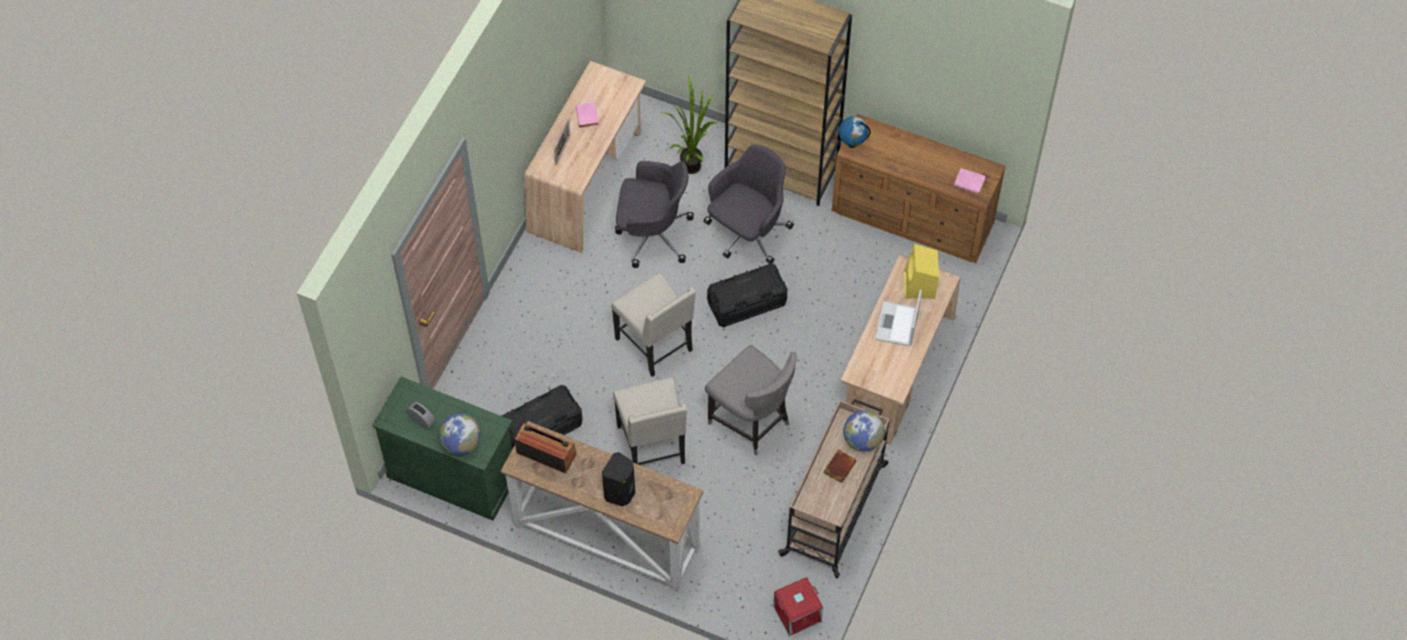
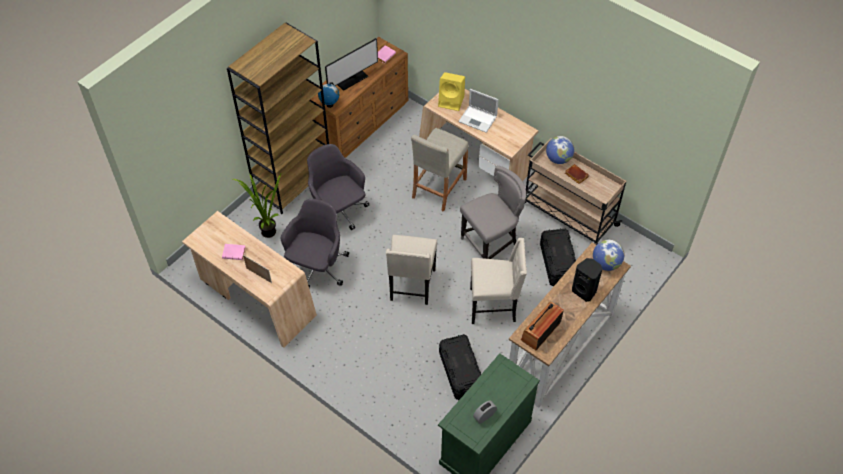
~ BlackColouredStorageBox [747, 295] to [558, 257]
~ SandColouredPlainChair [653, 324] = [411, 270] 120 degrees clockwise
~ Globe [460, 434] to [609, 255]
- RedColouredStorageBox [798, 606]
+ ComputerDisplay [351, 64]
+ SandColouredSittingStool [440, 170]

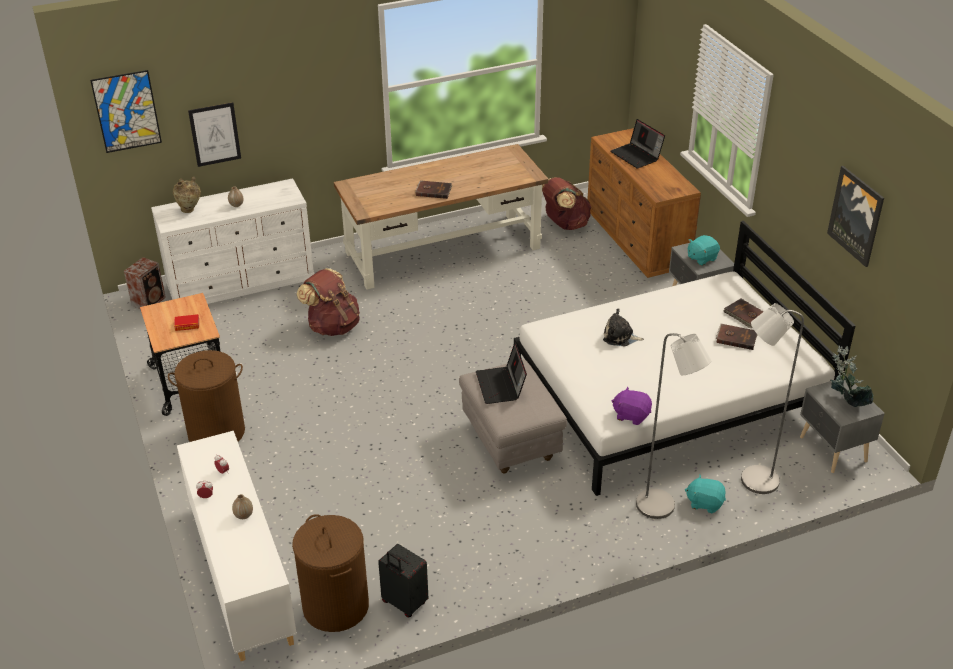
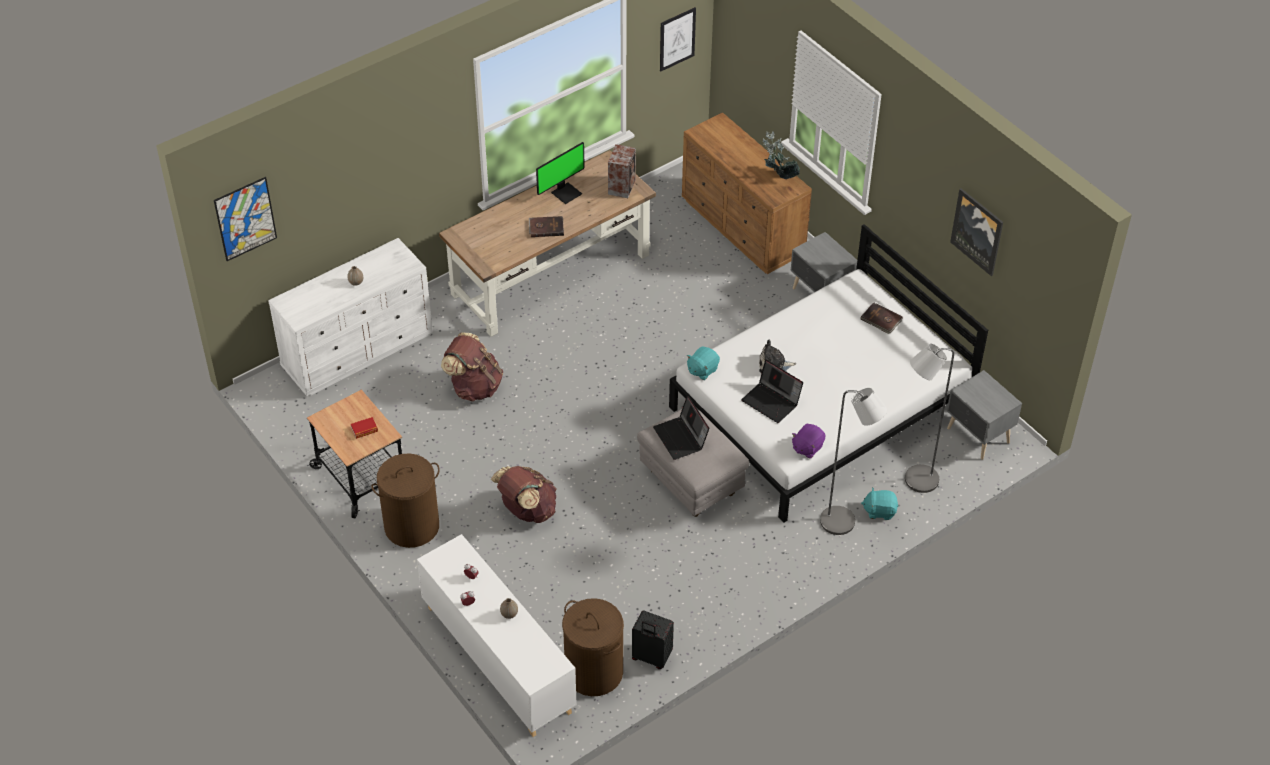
~ WallPicture [214, 134] to [678, 39]
~ NotebookComputer [638, 143] to [772, 391]
- SandColouredDecorativeVase [187, 195]
~ BrownBackpack [567, 203] to [524, 494]
~ TurquoiseSoftToy [704, 250] to [703, 363]
~ AudioSpeaker [145, 283] to [622, 171]
- BrownVolume [736, 337]
~ PottedPlant [852, 376] to [781, 155]
~ PurplishSoftToy [632, 405] = [809, 441] 60 degrees counterclockwise
+ ComputerDisplay [560, 173]

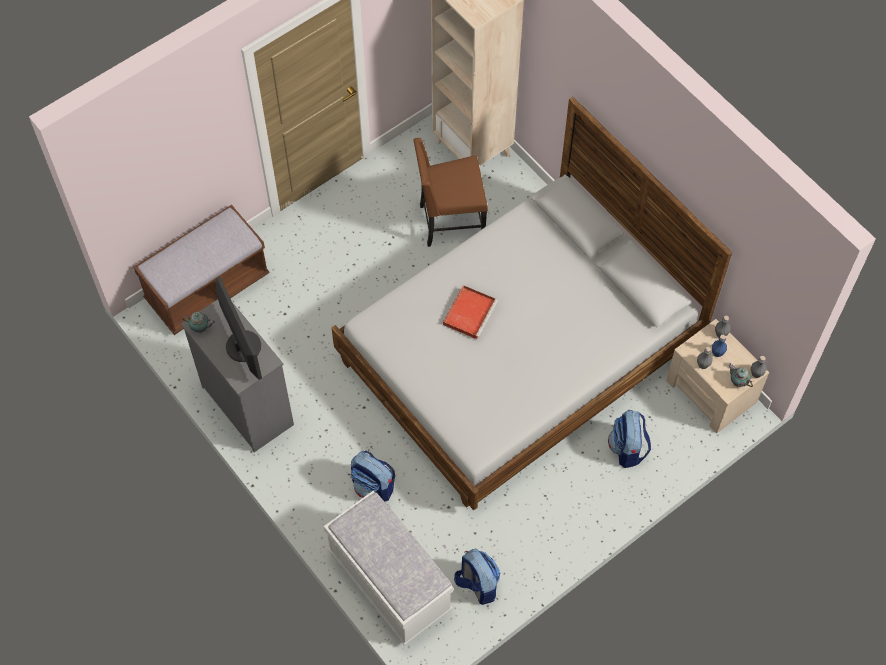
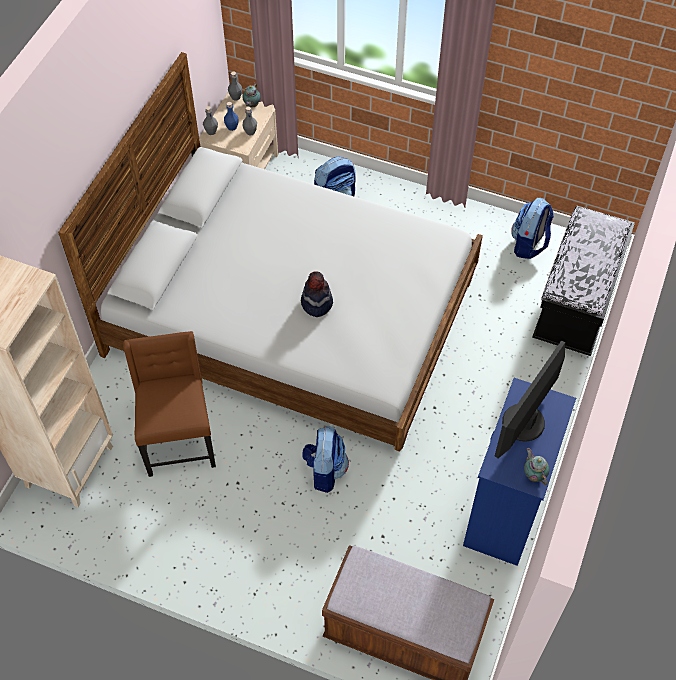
~ BrownPlainChair [450, 192] = [169, 404] 150 degrees counterclockwise
~ RedColouredTray [470, 312] to WearableHat [317, 294]
~ GreyDresser [237, 376] to BlueDresser [519, 472]
~ Backpack [373, 476] to [325, 459]
~ WhitishLongSeat [388, 568] to BlackColouredLongSeat [583, 281]

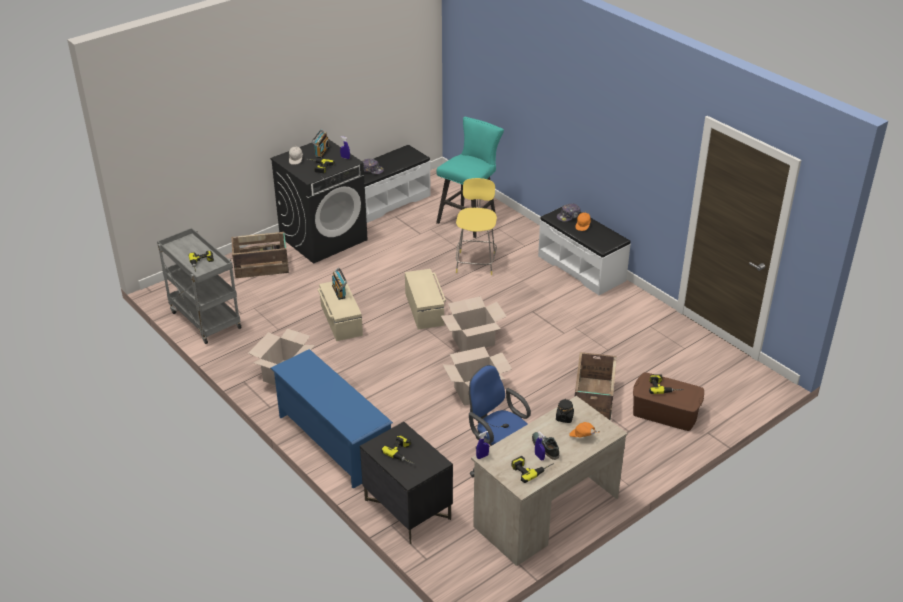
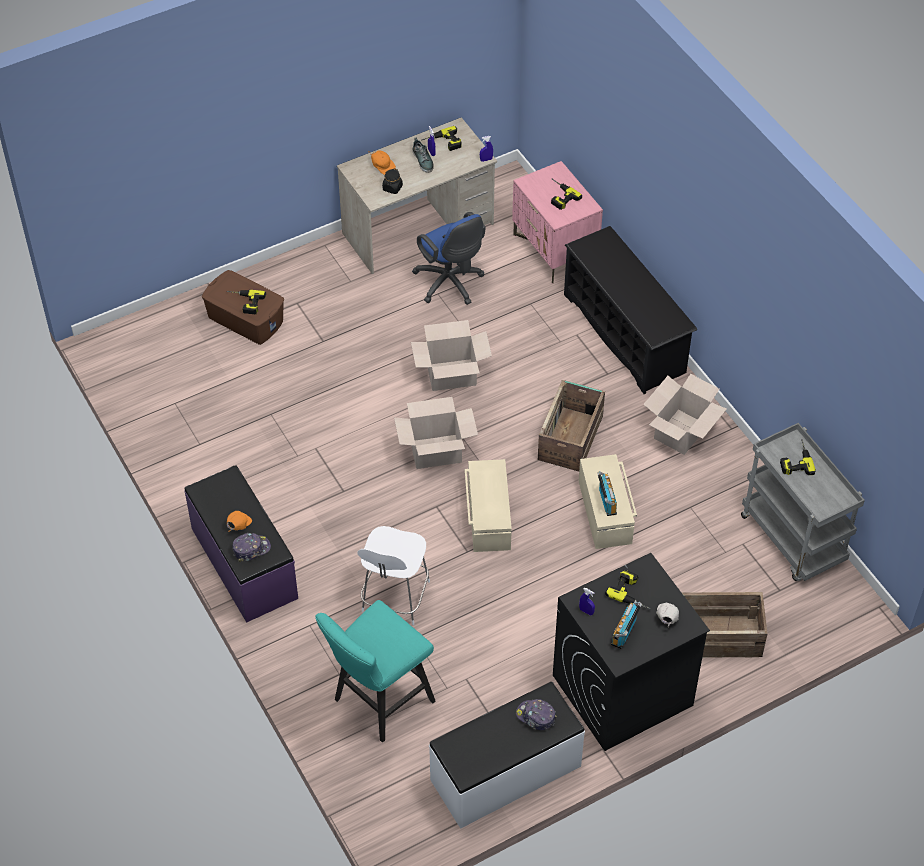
~ YellowColouredSittingStool [476, 226] to WhitishSittingStool [393, 575]
~ WhitishLongSeat [584, 249] to PurplishLongSeat [241, 544]
~ BlueShoeRack [331, 419] to BlackColouredShoeRack [630, 310]
~ ShippingCrate [596, 386] to [571, 425]
~ BlackColouredBedsideTable [406, 483] to PinkishBedsideTable [557, 222]

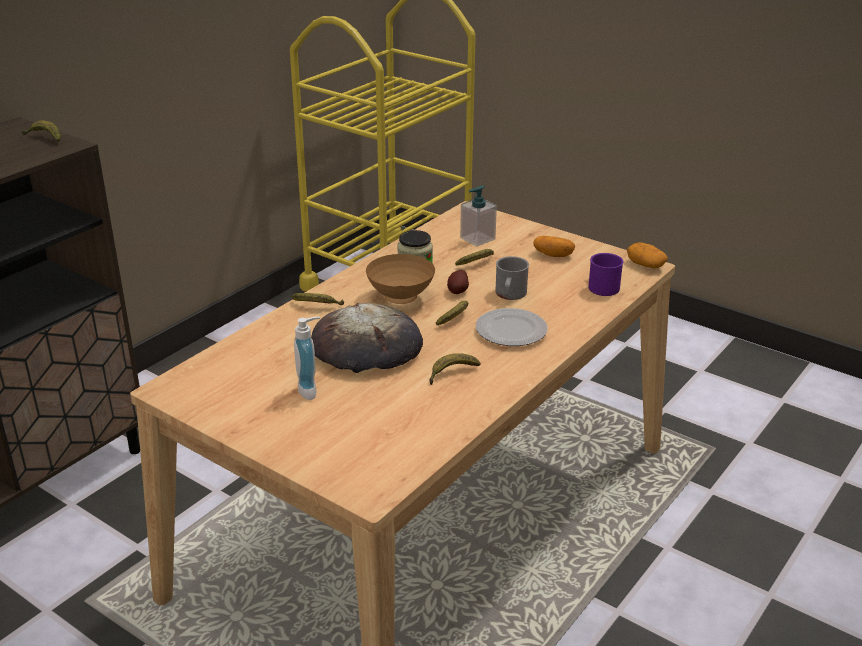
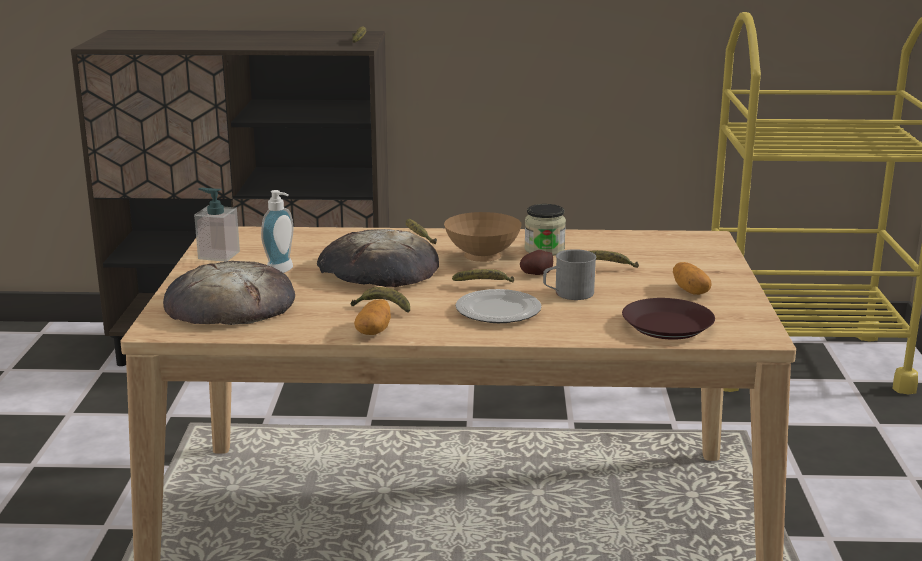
~ SoapBottle [478, 216] to [217, 225]
~ WholePotato [647, 255] to [372, 317]
~ PurplishMug [606, 274] to BrownPlate [668, 319]
+ BakeryBread [229, 293]

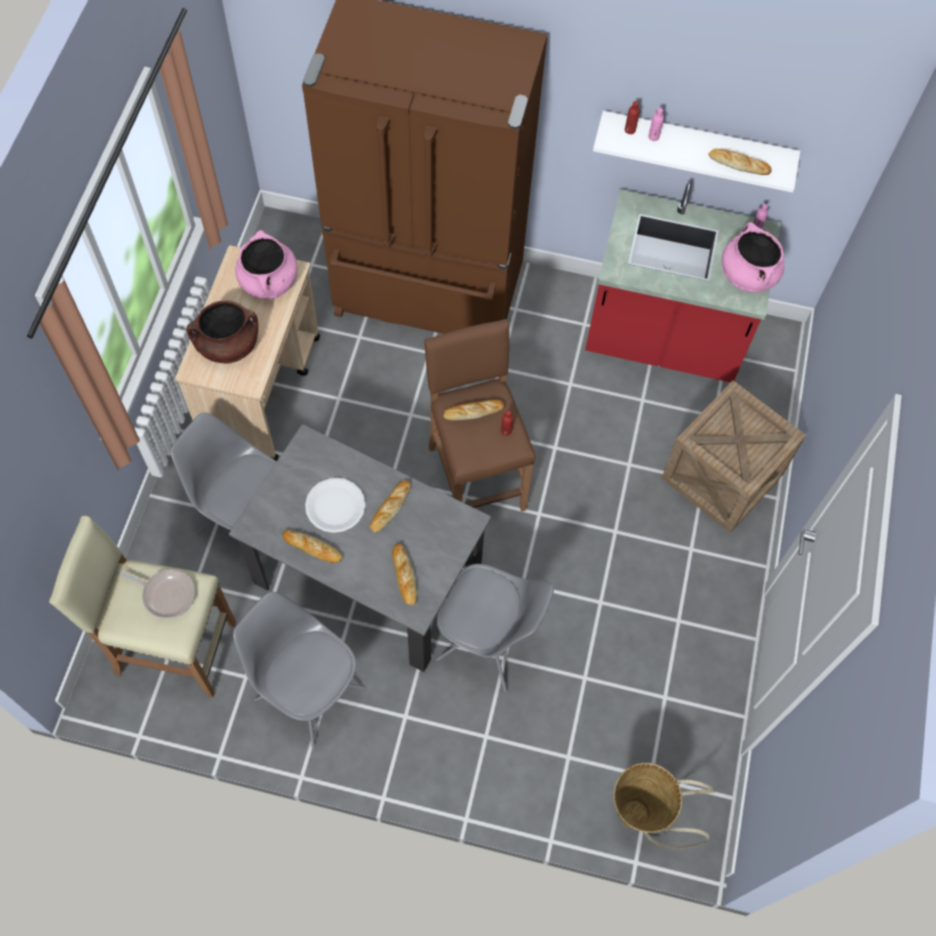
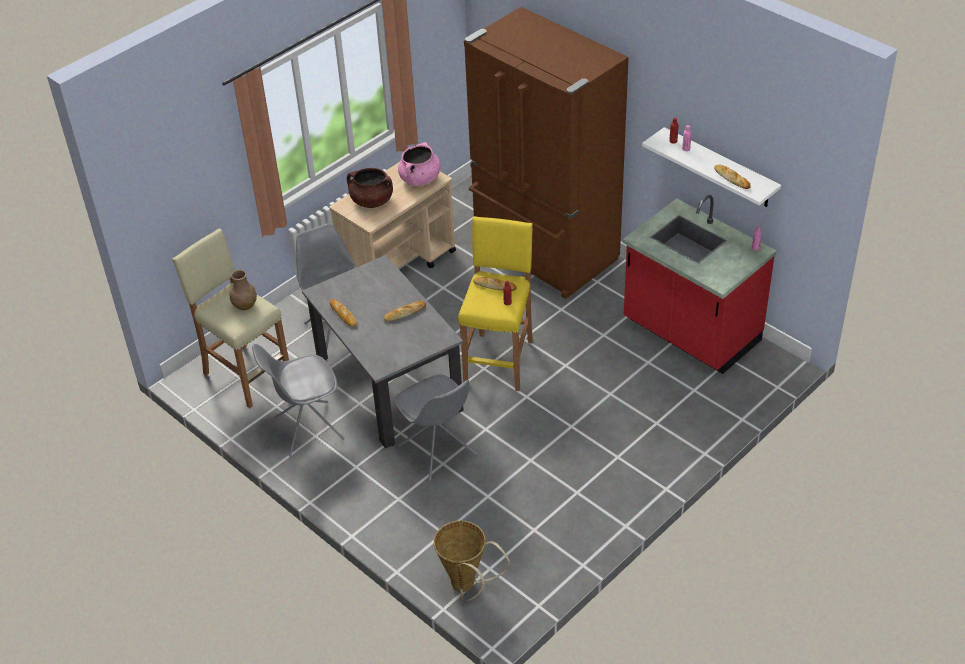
- PinkishSaucepot [753, 257]
~ BrownSittingStool [480, 415] to YellowColouredSittingStool [495, 303]
- ShippingCrate [734, 456]
- WhitishPlate [335, 505]
- BakeryBread [404, 574]
~ Skillet [157, 594] to BrownDecorativeVase [243, 290]
~ GreyPlainChair [299, 670] = [298, 400] 90 degrees counterclockwise

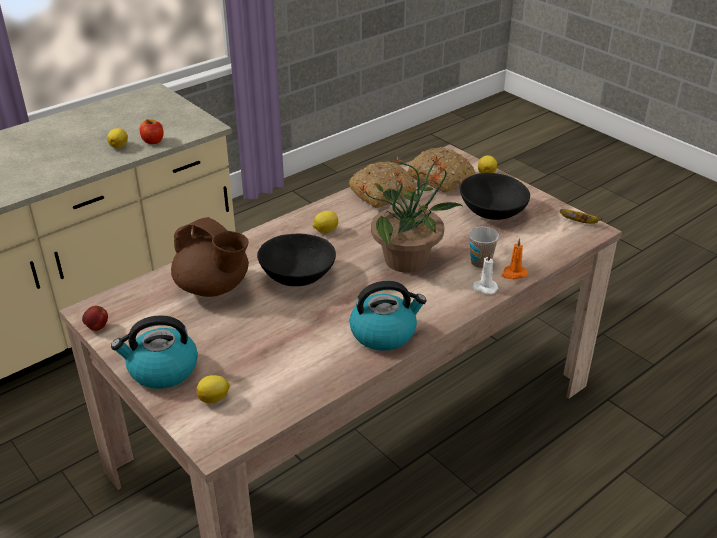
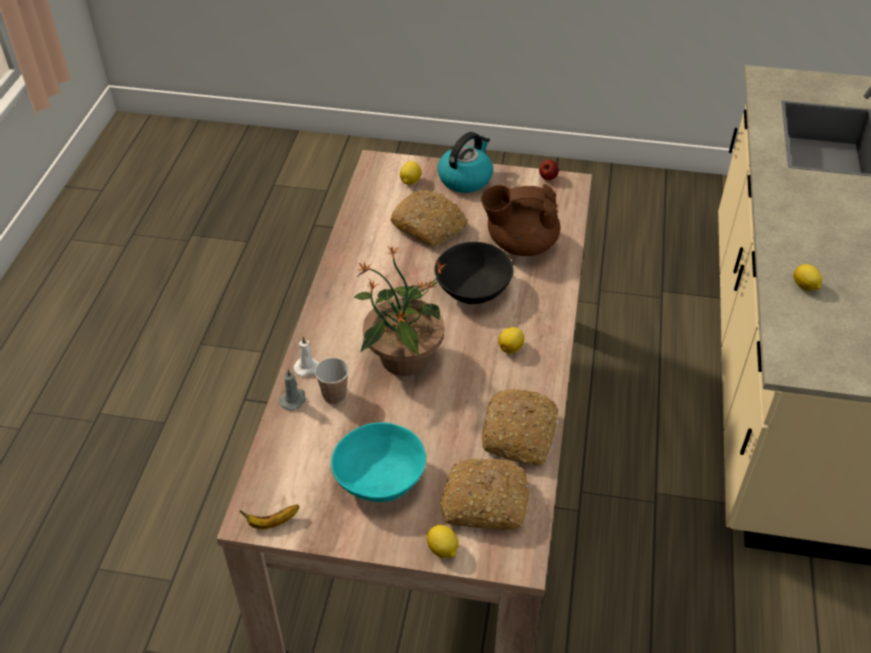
- AppleFruit [151, 131]
~ BlackColouredServingBowl [495, 196] to TurquoiseServingBowl [378, 462]
~ OrangeColouredCandle [514, 258] to GreyCandle [292, 389]
- WaterKettle [388, 316]
+ BakeryBread [428, 218]

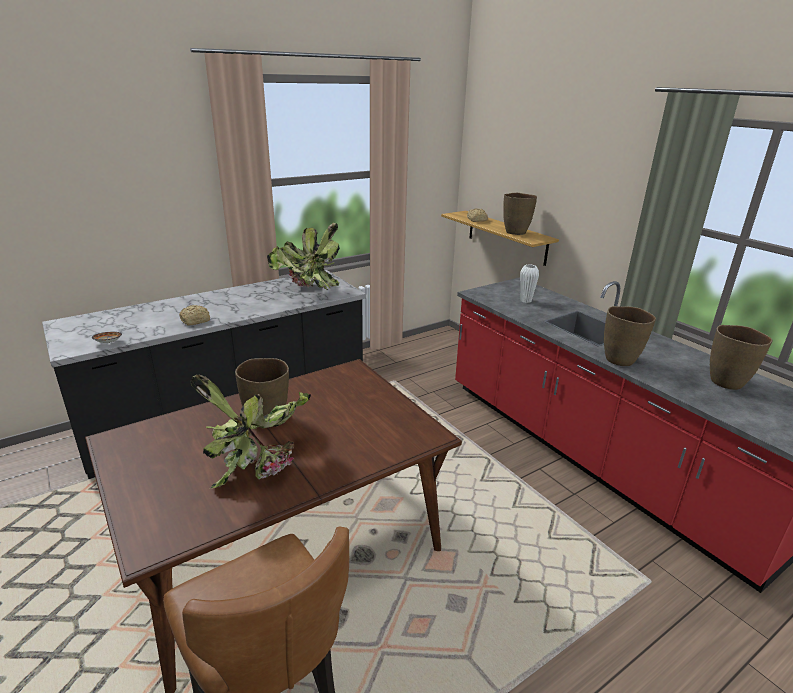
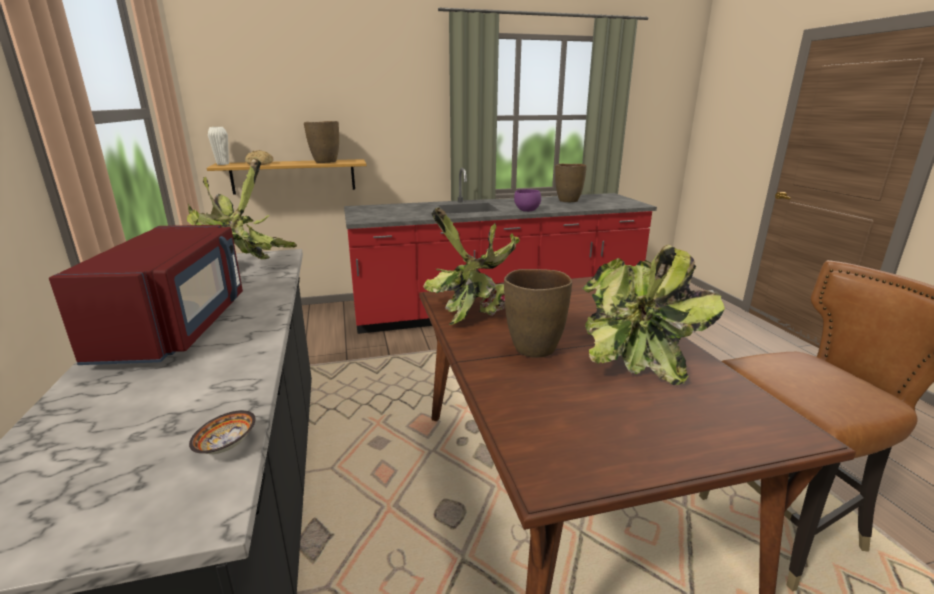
~ WhitishDecorativeVase [529, 283] to [218, 146]
- BakeryBread [194, 315]
~ BrownDecorativeVase [630, 336] to PurplishServingBowl [527, 200]
+ PottedPlant [471, 266]
+ RedColouredMicrowaveOven [146, 295]

